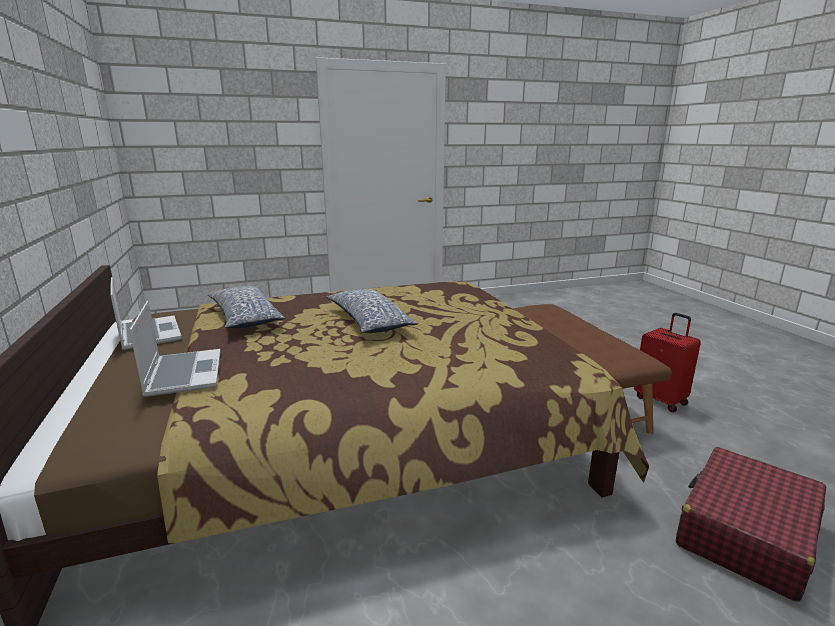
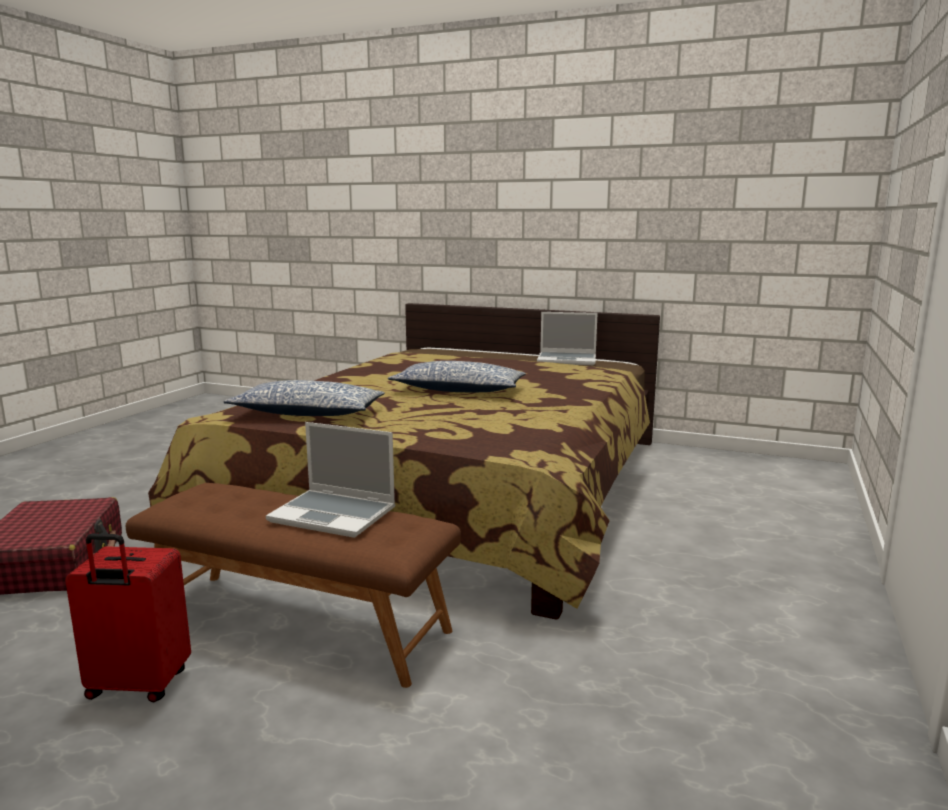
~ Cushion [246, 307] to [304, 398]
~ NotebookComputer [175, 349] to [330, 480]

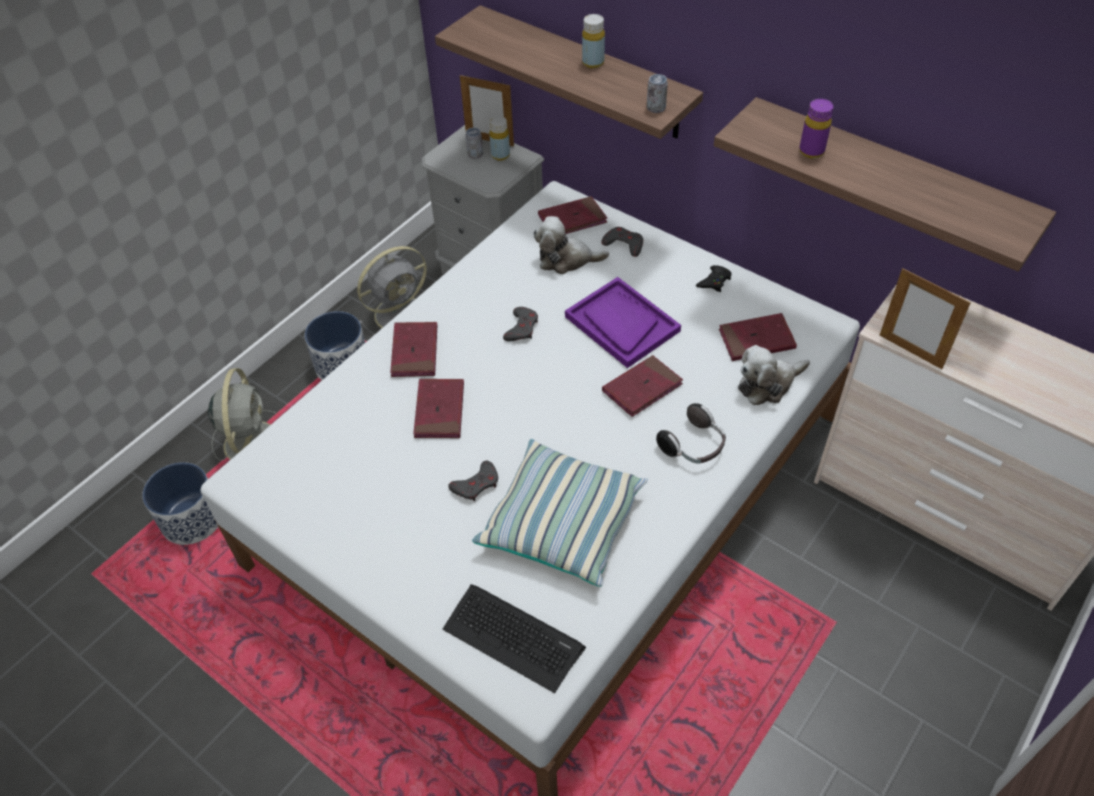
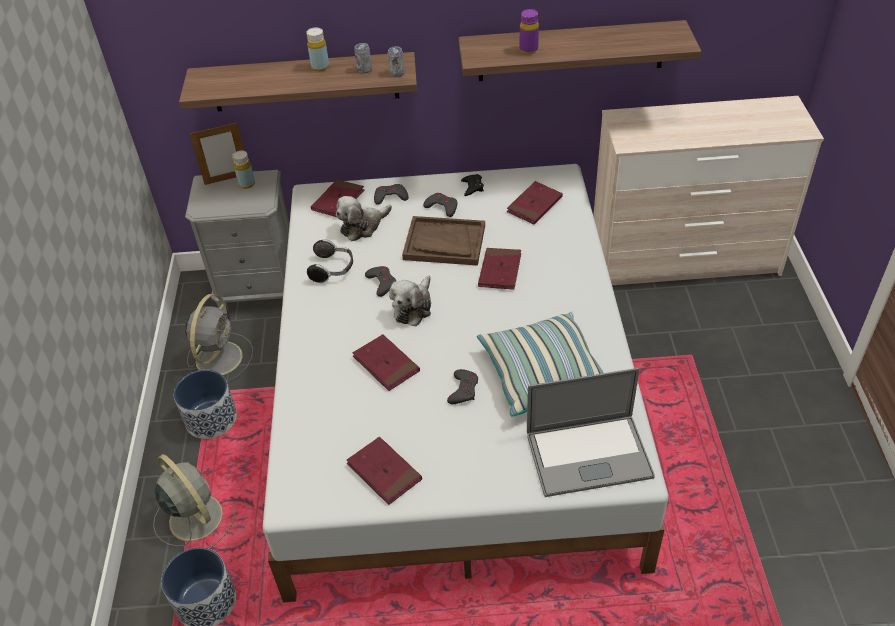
~ Can [474, 143] to [363, 58]
- PhotoFrame [925, 318]
~ PurplishTray [623, 322] to BrownTray [443, 241]
~ RedColouredVolume [413, 349] to [384, 471]
~ SoftToy [774, 375] to [410, 300]
~ Headset [691, 433] to [330, 261]
~ ComputerKeyboard [514, 638] to NotebookComputer [591, 432]
+ GreyGameController [440, 205]

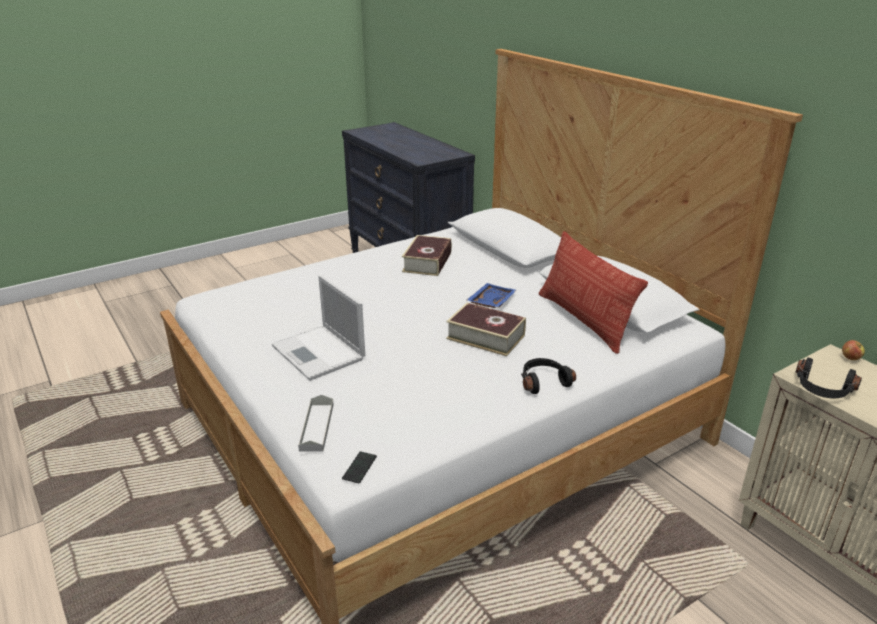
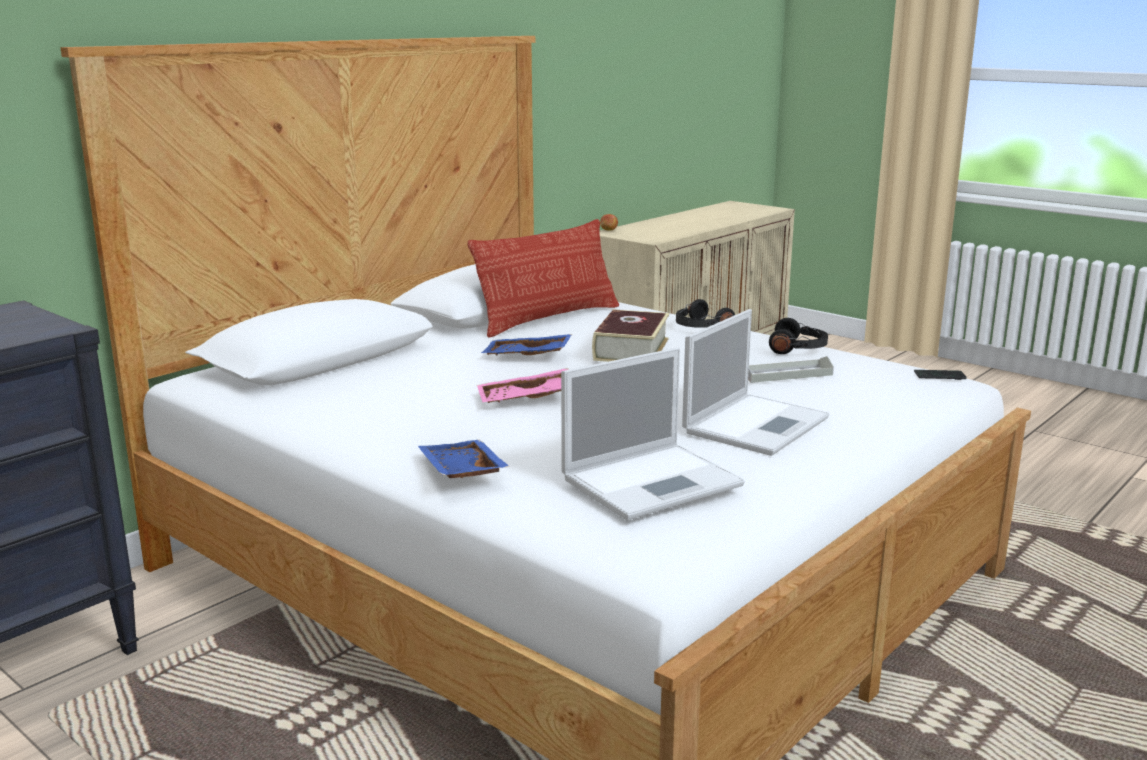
- Volume [427, 255]
~ BlackColouredHeadset [829, 378] to [798, 336]
~ GreyTray [316, 423] to [791, 369]
+ NotebookComputer [652, 434]
+ PinkishTray [523, 385]
+ BlueTray [464, 459]

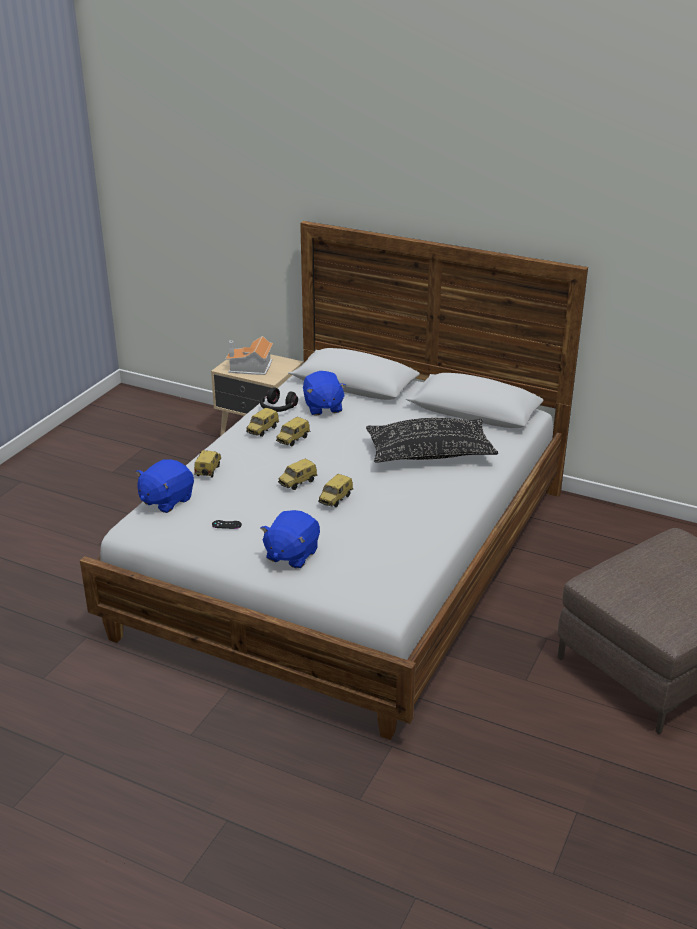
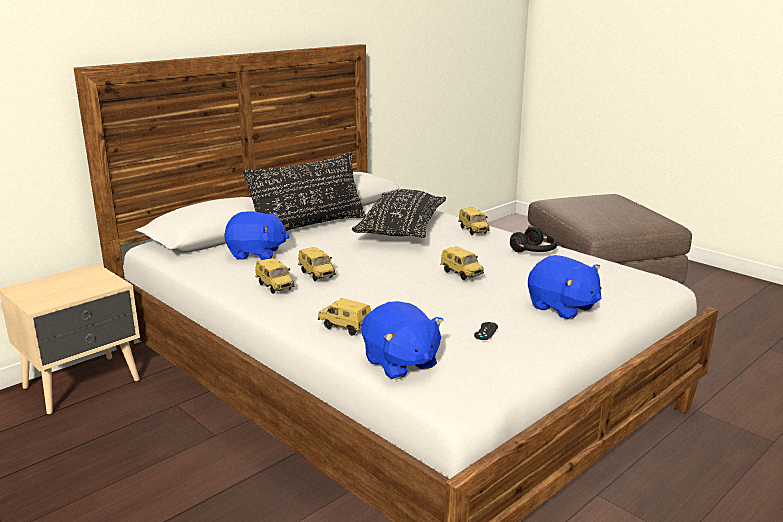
- ToyHouse [249, 355]
~ BlackColouredHeadset [279, 399] to [534, 239]
~ MiniatureCar [298, 474] to [474, 221]
+ BlackColouredCushion [304, 191]

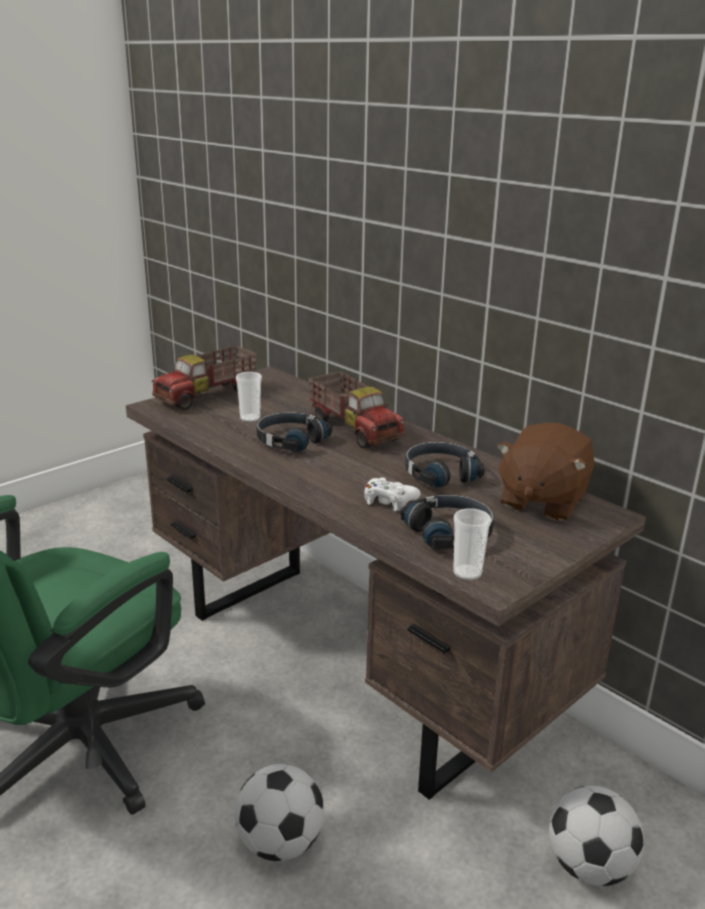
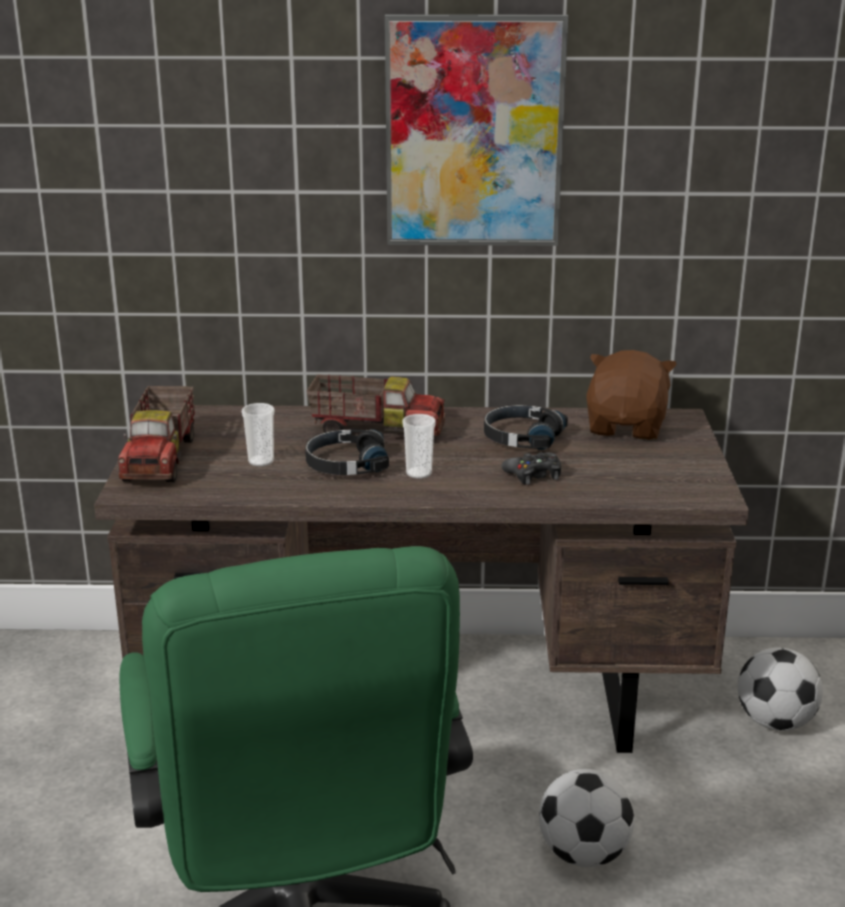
~ BrownSoftToy [545, 472] = [632, 395] 150 degrees counterclockwise
~ WhitishGameController [393, 494] to BlackColouredGameController [531, 468]
- BlackColouredHeadset [447, 521]
~ SmallCup [472, 544] to [419, 446]
+ WallPicture [476, 130]

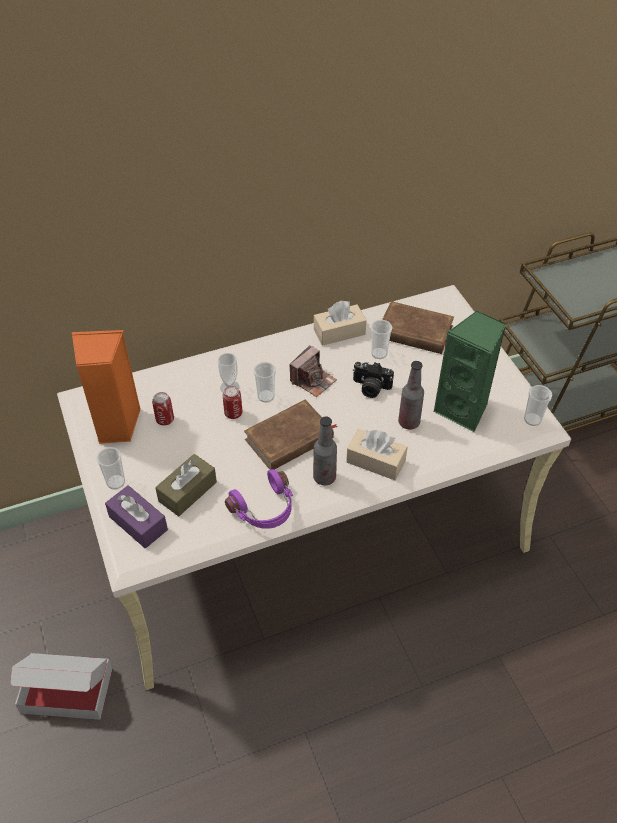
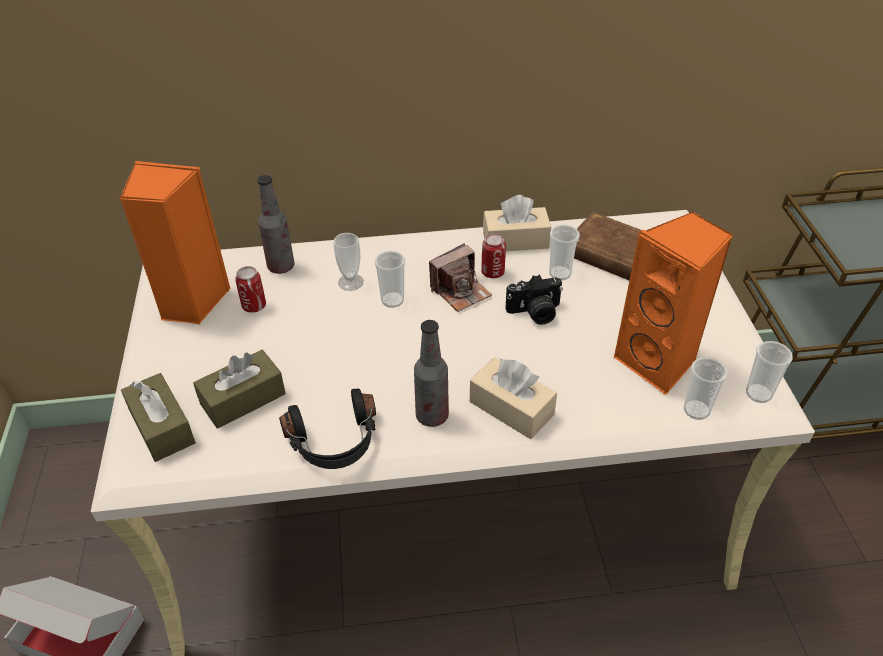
~ GreenColouredAudioSpeaker [469, 371] to OrangeColouredAudioSpeaker [673, 303]
~ DrinkBottle [411, 395] to [275, 224]
~ StillCamera [373, 380] = [534, 300] 45 degrees counterclockwise
~ Can [232, 402] to [493, 255]
- BrownVolume [291, 434]
~ SmallCup [111, 468] to [706, 388]
~ PurplishHeadset [259, 499] to BlackColouredHeadset [327, 429]
~ PurplishTissueHolder [136, 516] to BrownTissueHolder [158, 417]

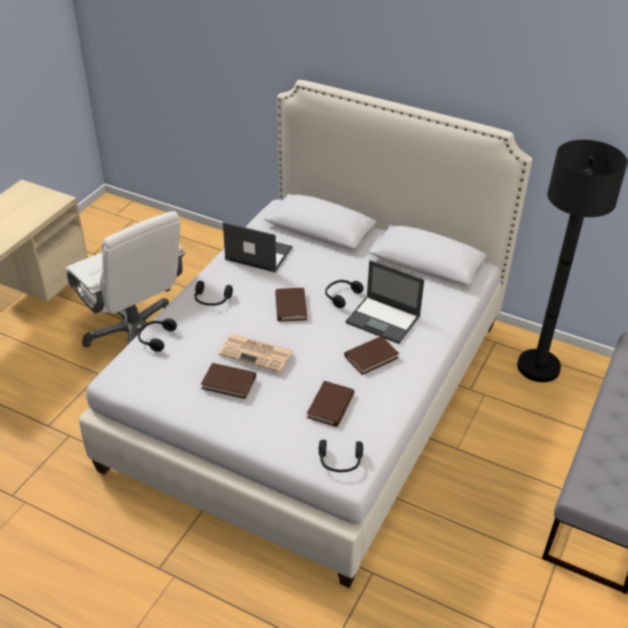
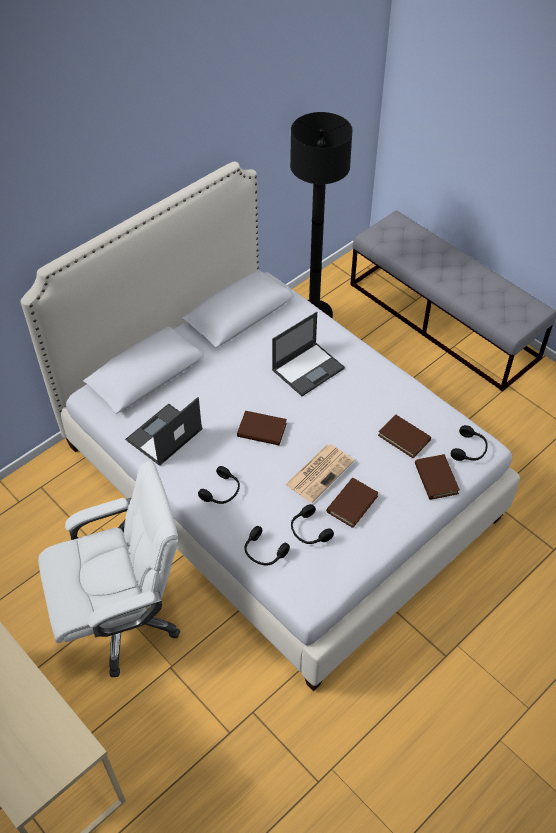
~ BlackColouredHeadset [344, 294] to [312, 524]
~ BrownVolume [371, 355] to [437, 477]

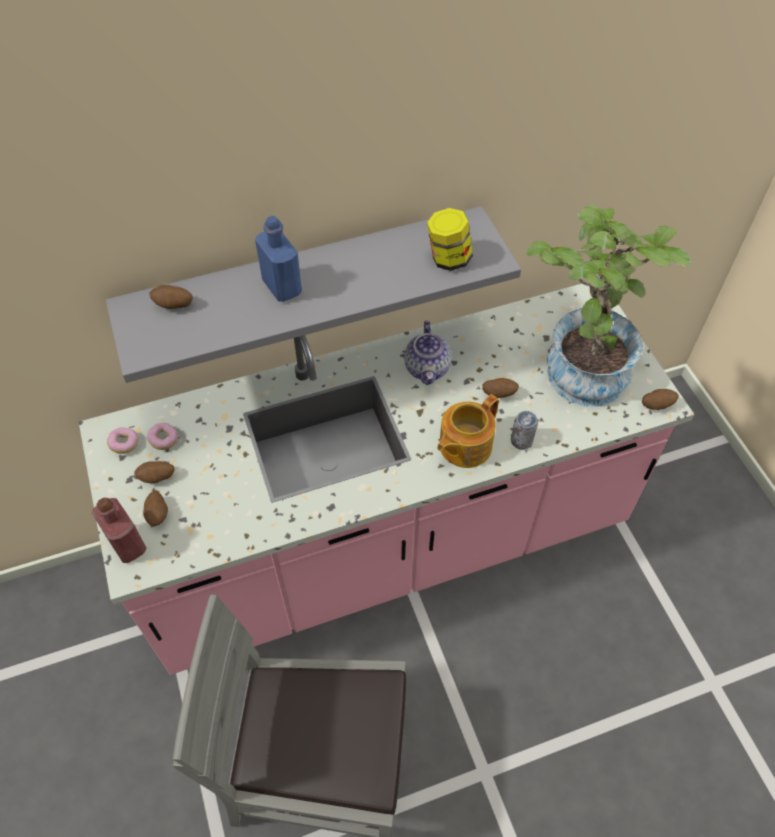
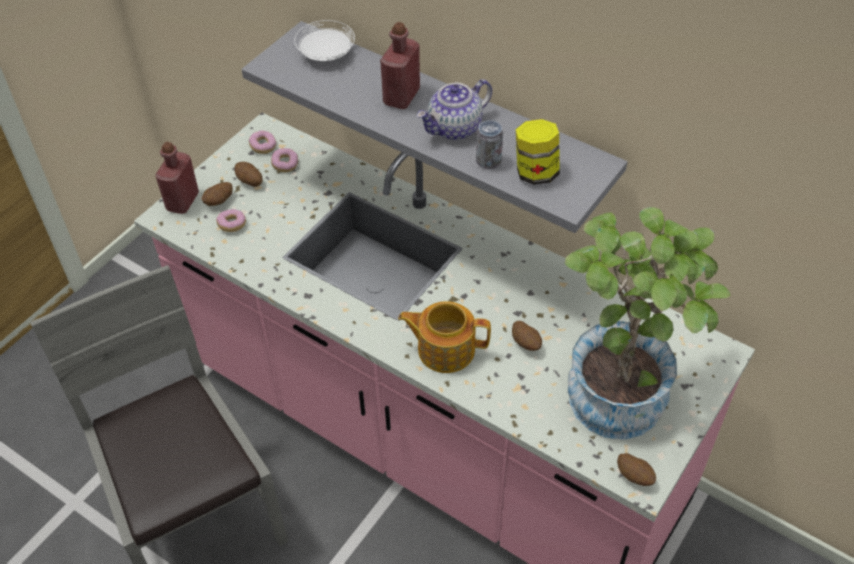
~ BlueDrinkBottle [278, 259] to RedColouredDrinkBottle [400, 65]
~ WholePotato [171, 297] to WhitishPlate [324, 40]
~ TeaPot [427, 352] to [454, 109]
~ Can [524, 430] to [489, 144]
+ RingDoughnut [231, 220]

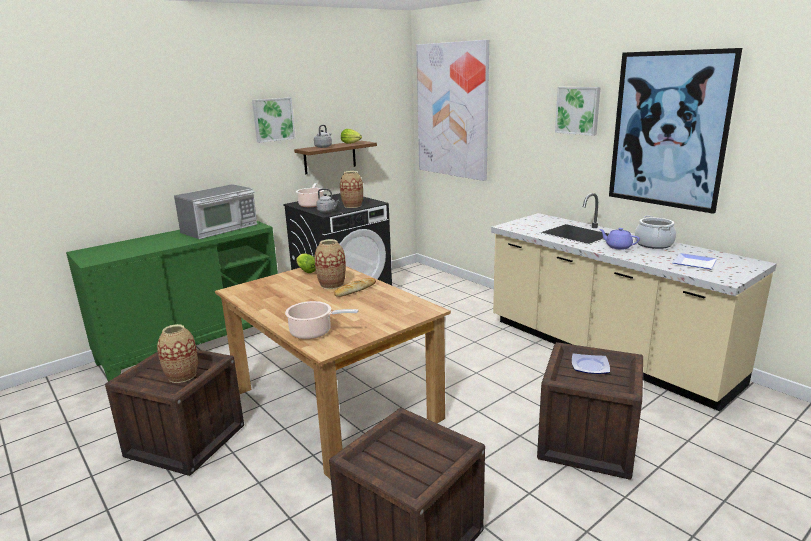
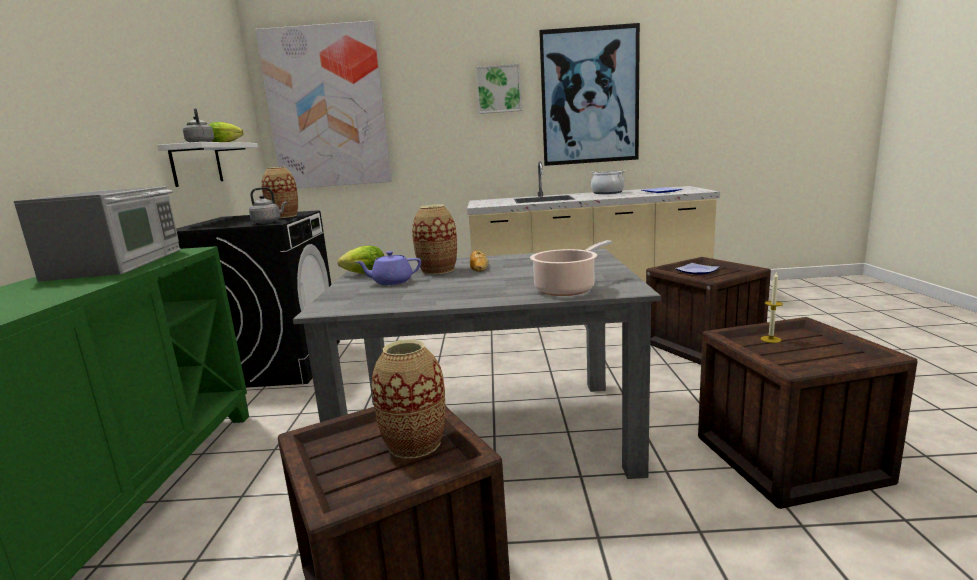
- WallPicture [274, 120]
~ BrownBracketShelf [335, 157] to WhitishBracketShelf [207, 164]
- Saucepot [310, 195]
~ PurplishTeaPot [619, 239] to [388, 268]
~ BrownKitchenTable [333, 373] to GreyKitchenTable [477, 363]
+ Candle [772, 308]

